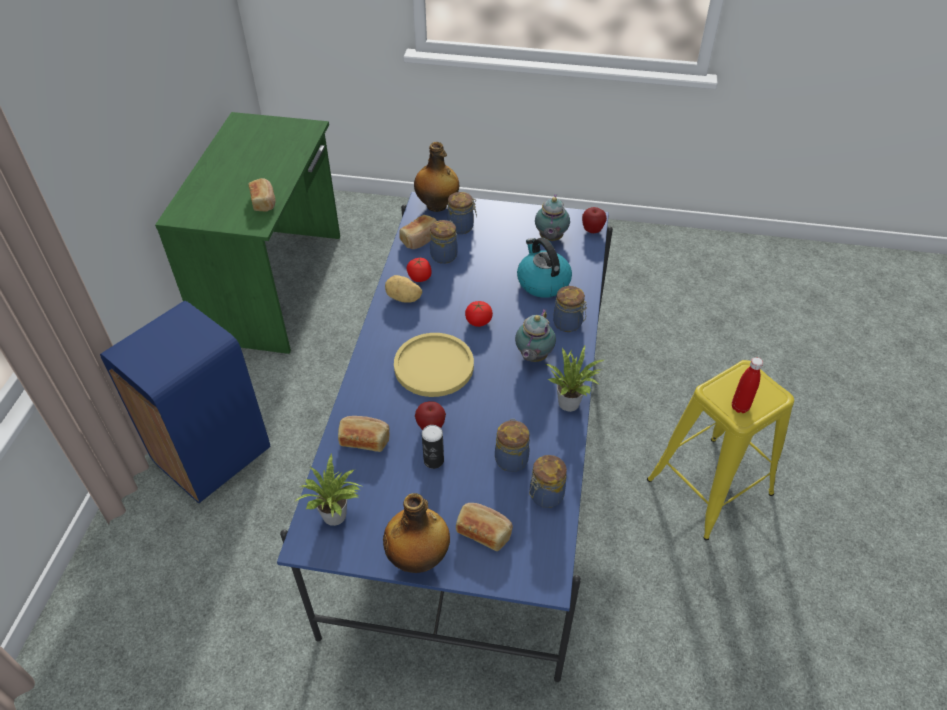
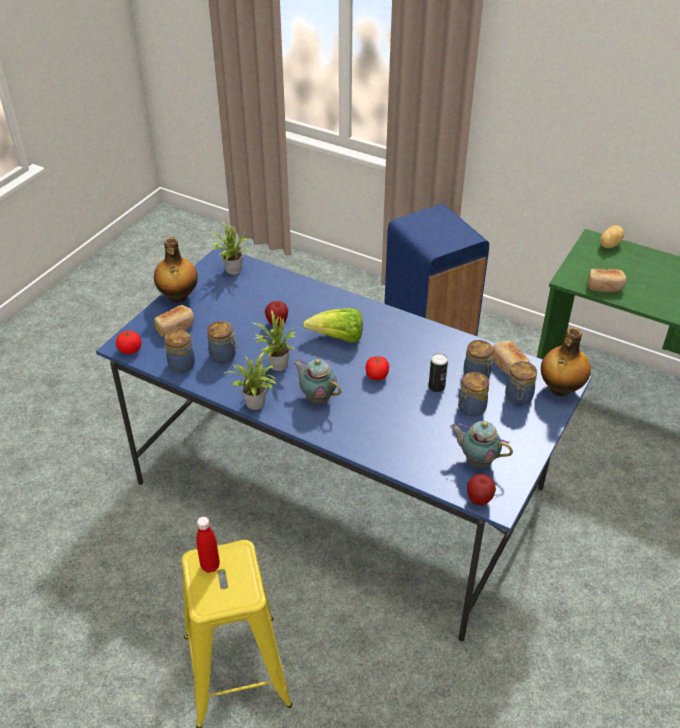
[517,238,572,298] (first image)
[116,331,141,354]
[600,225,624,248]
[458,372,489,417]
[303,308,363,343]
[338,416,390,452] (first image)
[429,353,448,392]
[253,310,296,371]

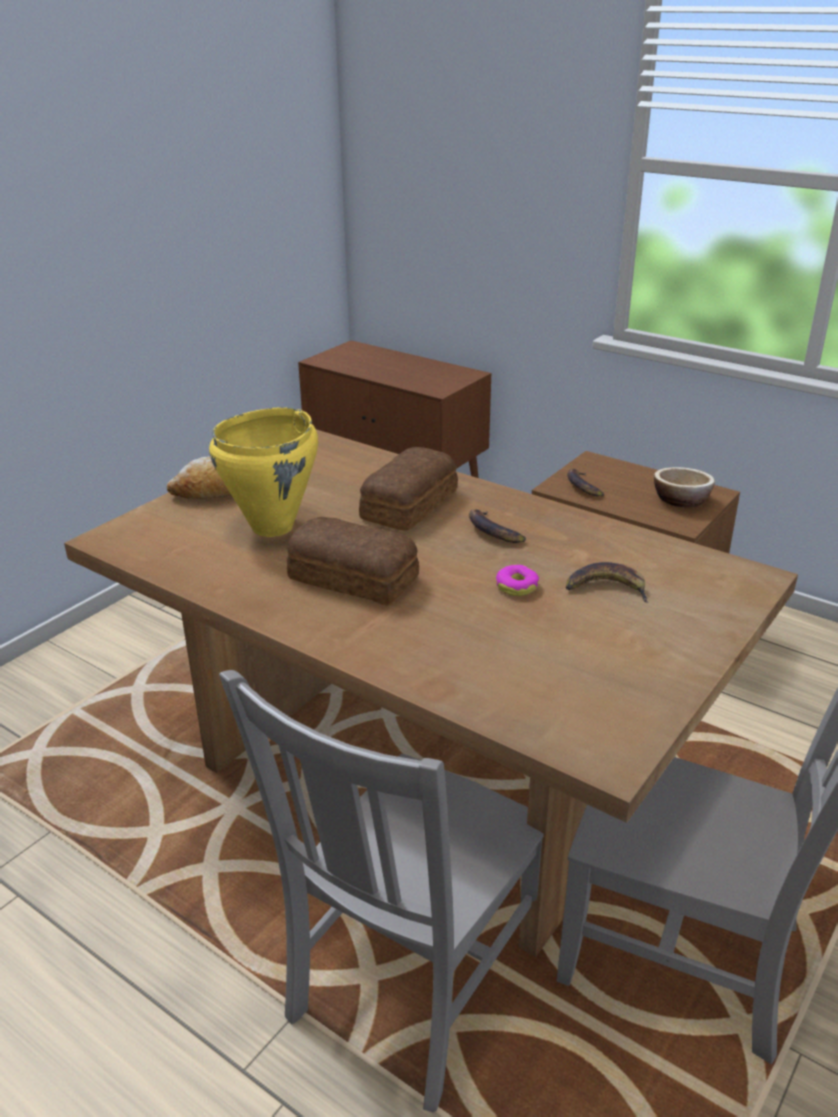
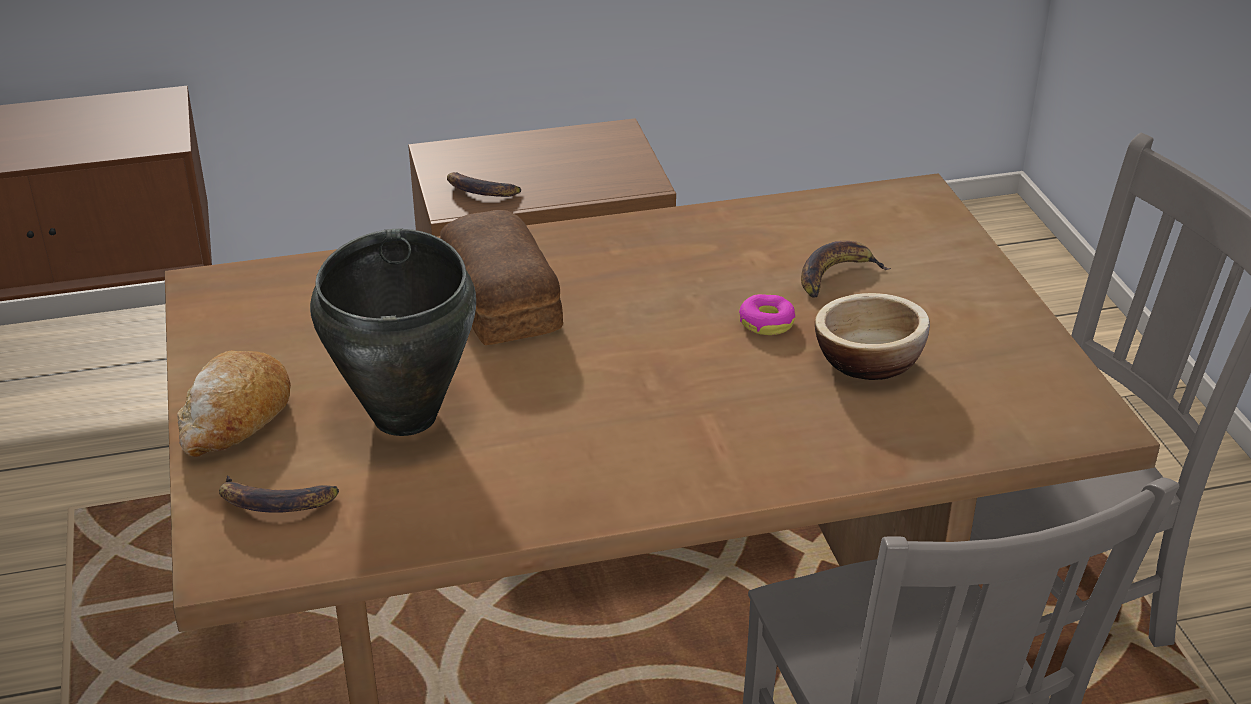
[310,229,476,436]
[815,293,930,380]
[219,476,339,513]
[287,517,419,605] (first image)

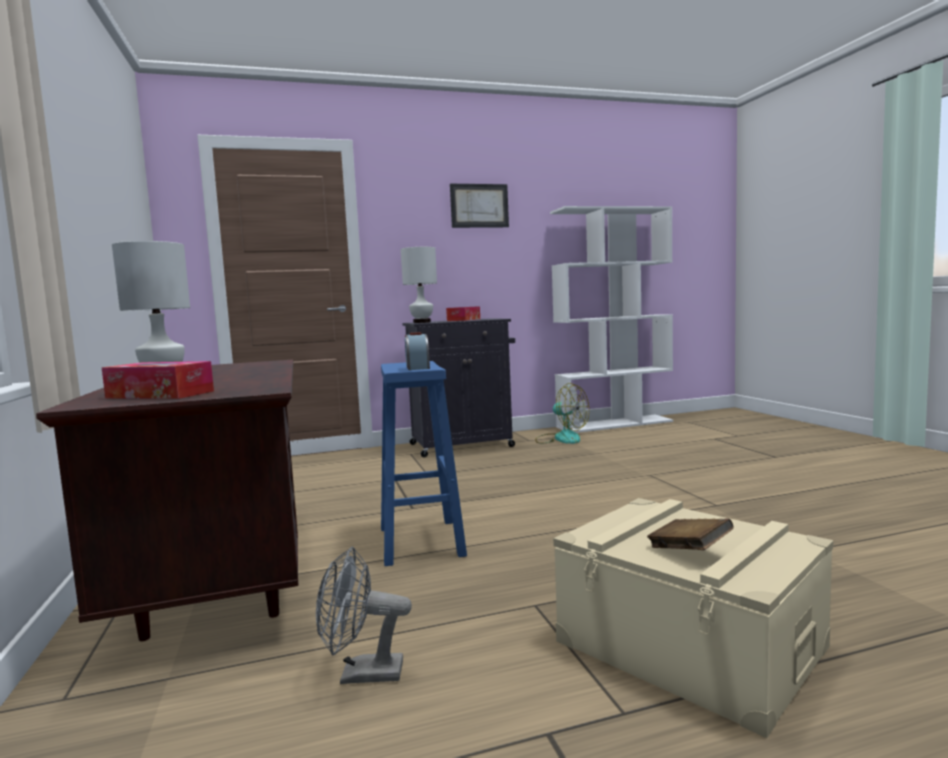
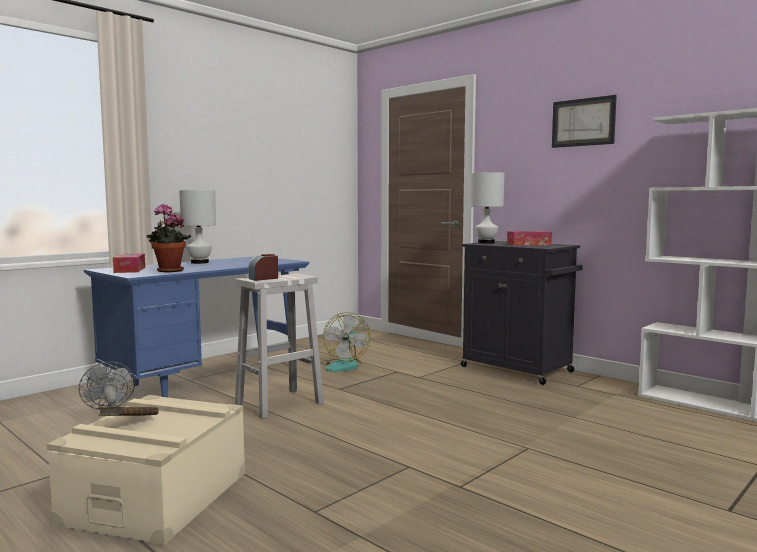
[84,256,309,398]
[235,273,324,419]
[320,312,370,372]
[147,204,191,272]

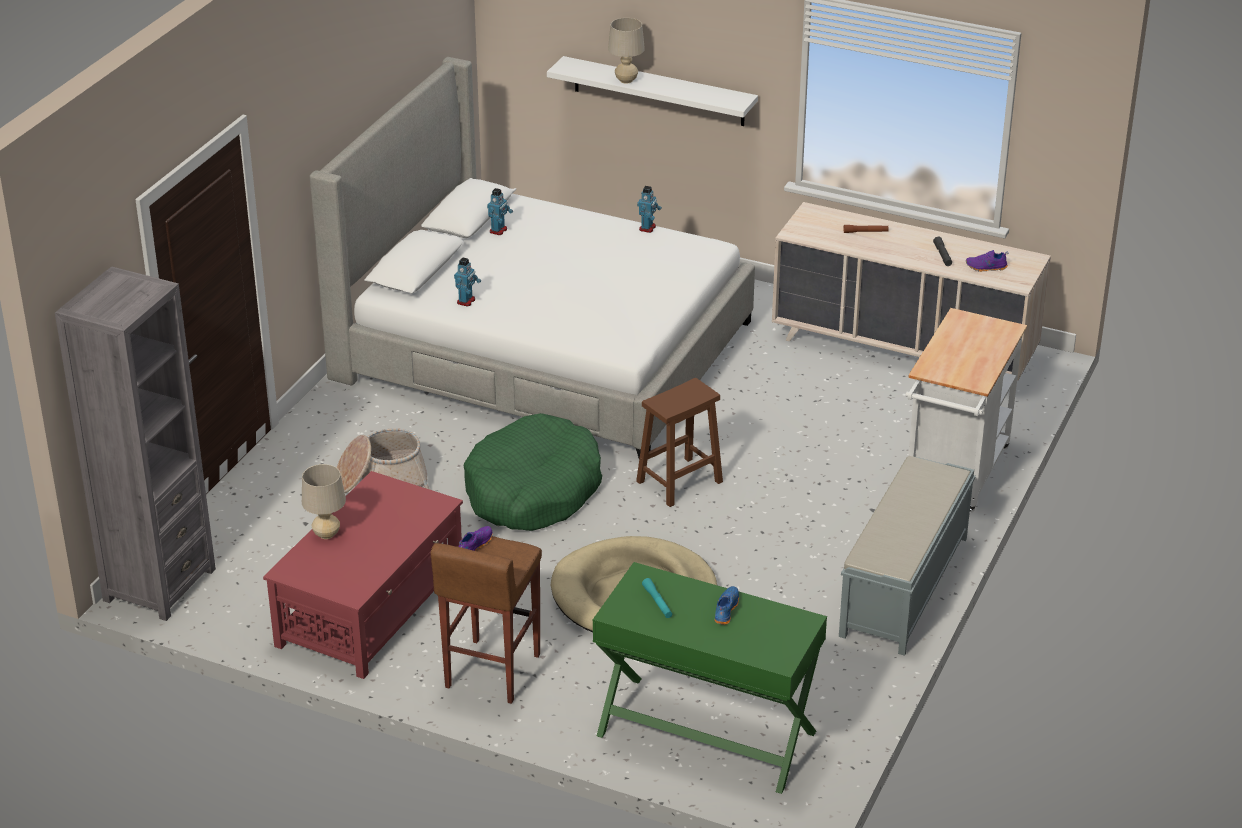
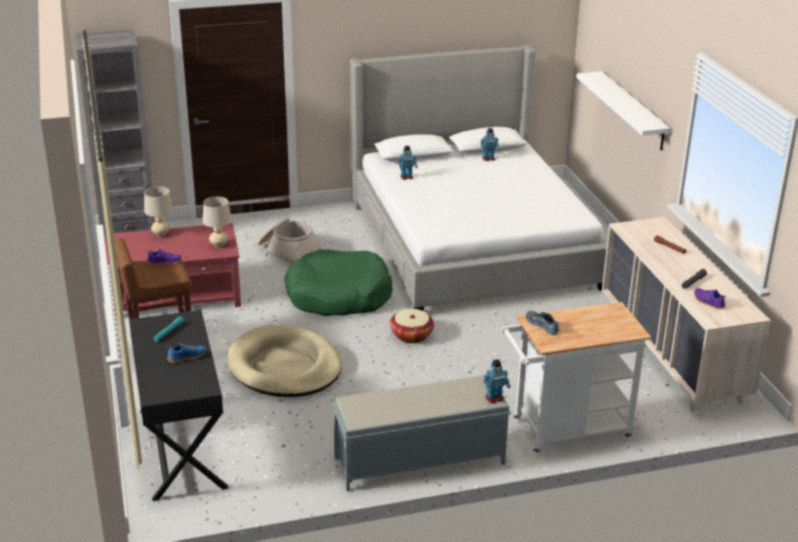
[203,196,232,247]
[483,359,511,403]
[390,309,434,343]
[129,310,229,501]
[526,311,559,335]

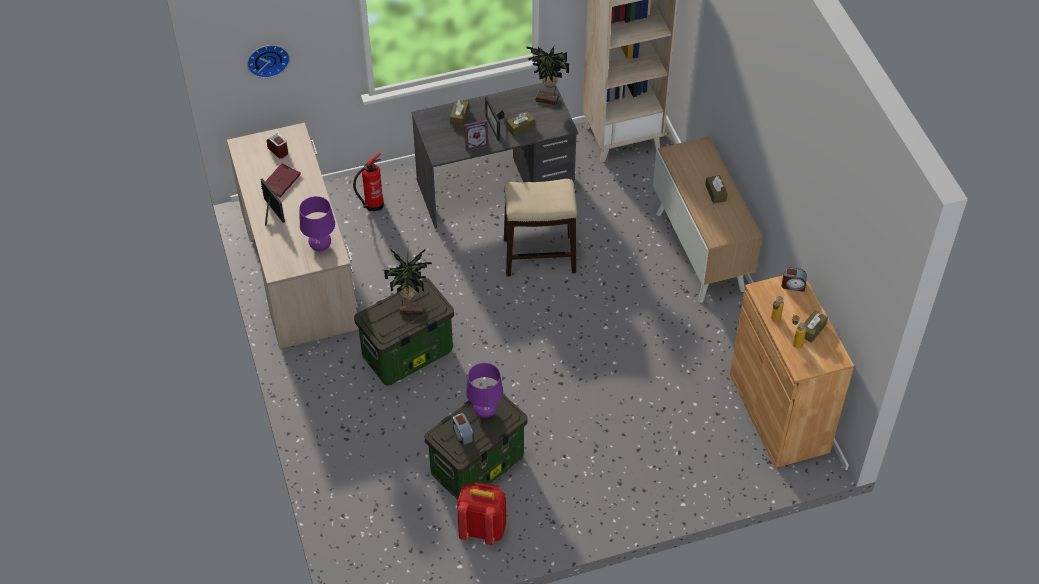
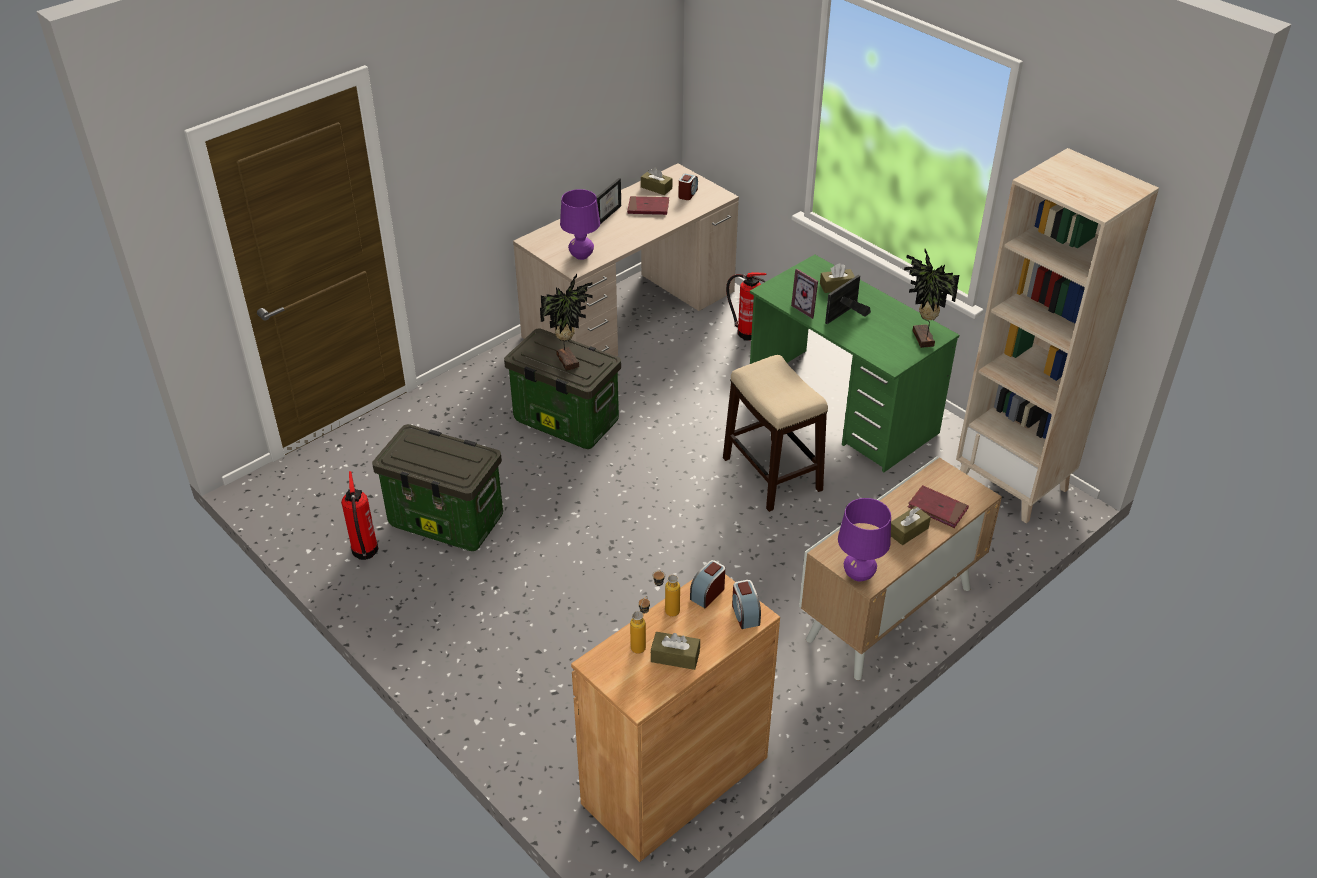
[247,45,290,78] (first image)
[750,255,959,472]
[641,167,672,195]
[838,498,891,582]
[690,560,725,608]
[341,471,378,560]
[908,485,969,528]

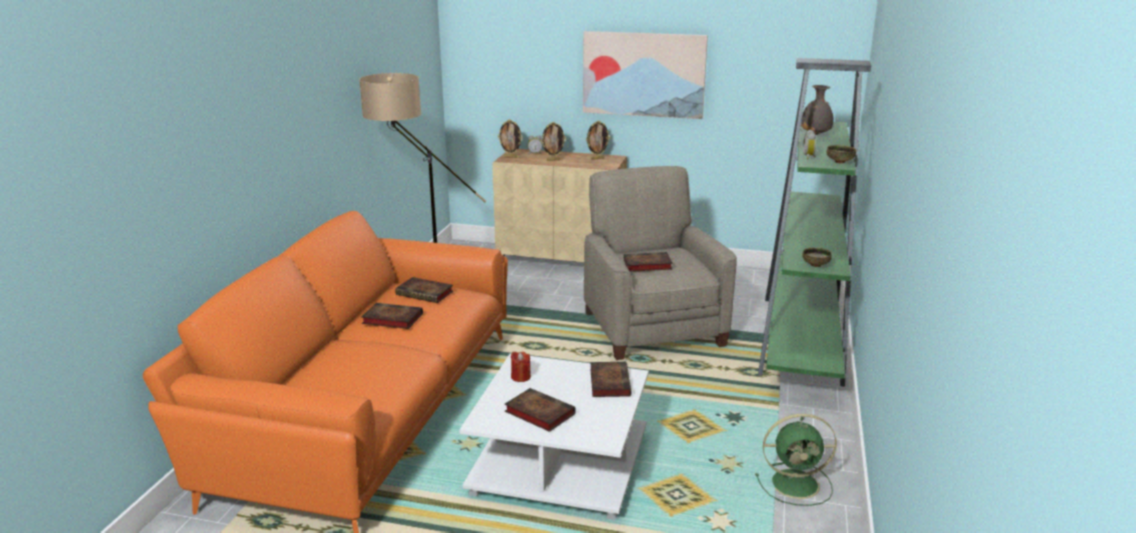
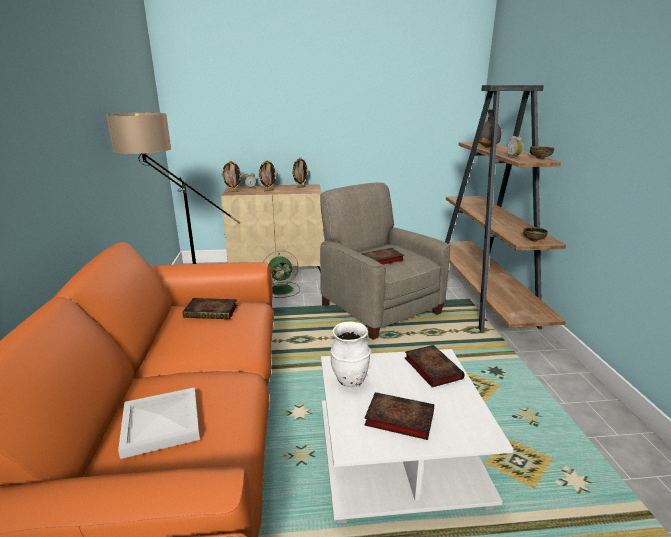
[583,31,708,119] (first image)
[445,85,566,332]
[361,303,423,329] (first image)
[331,321,371,387]
[263,250,300,298]
[118,387,200,459]

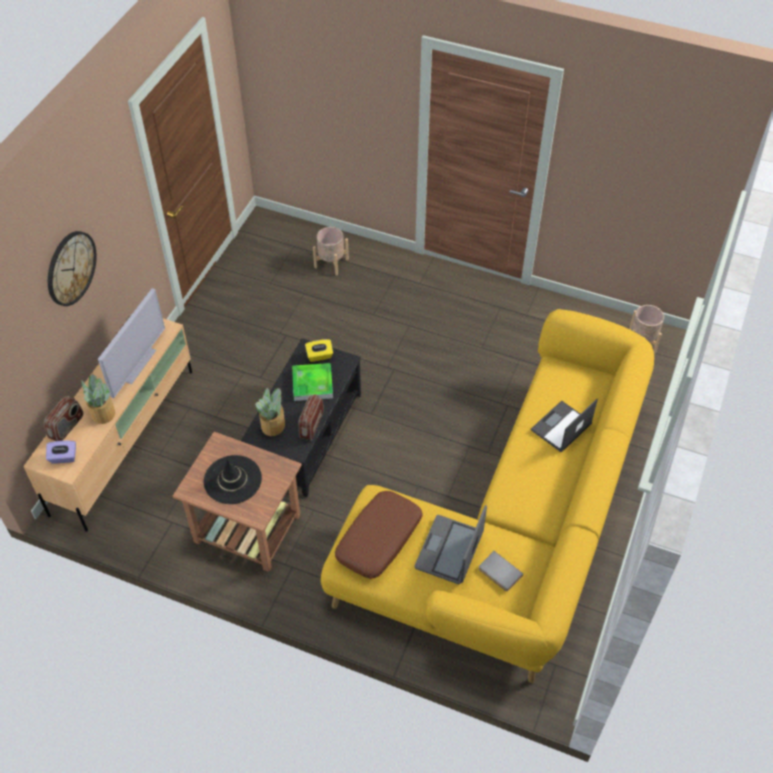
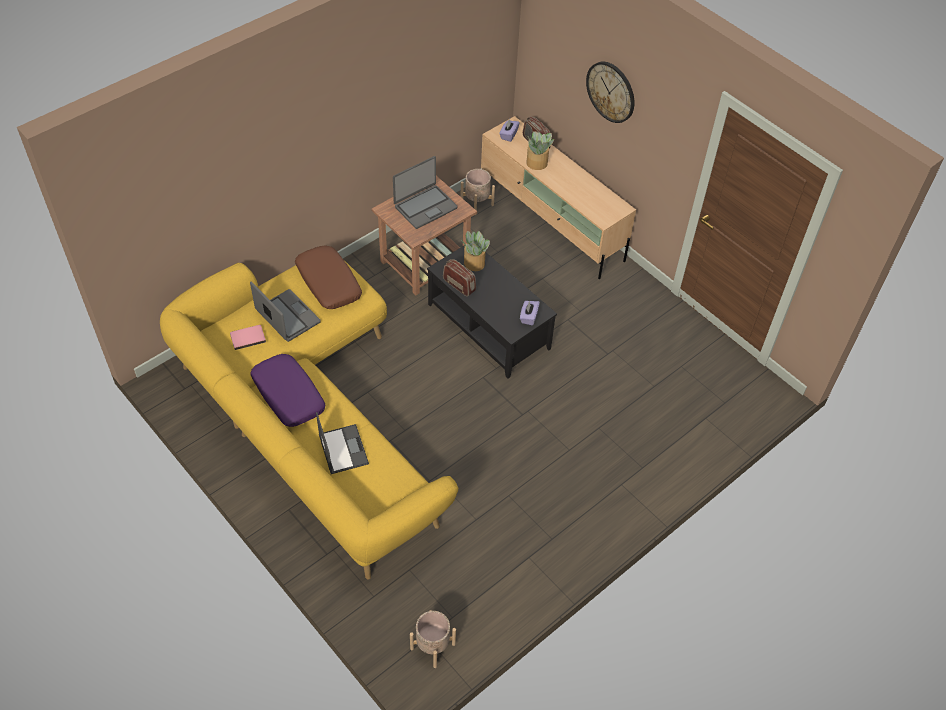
[460,169,495,211]
[98,288,165,398] (first image)
[520,301,540,325]
[292,363,333,401] (first image)
[393,156,458,229]
[230,325,266,350]
[251,354,325,427]

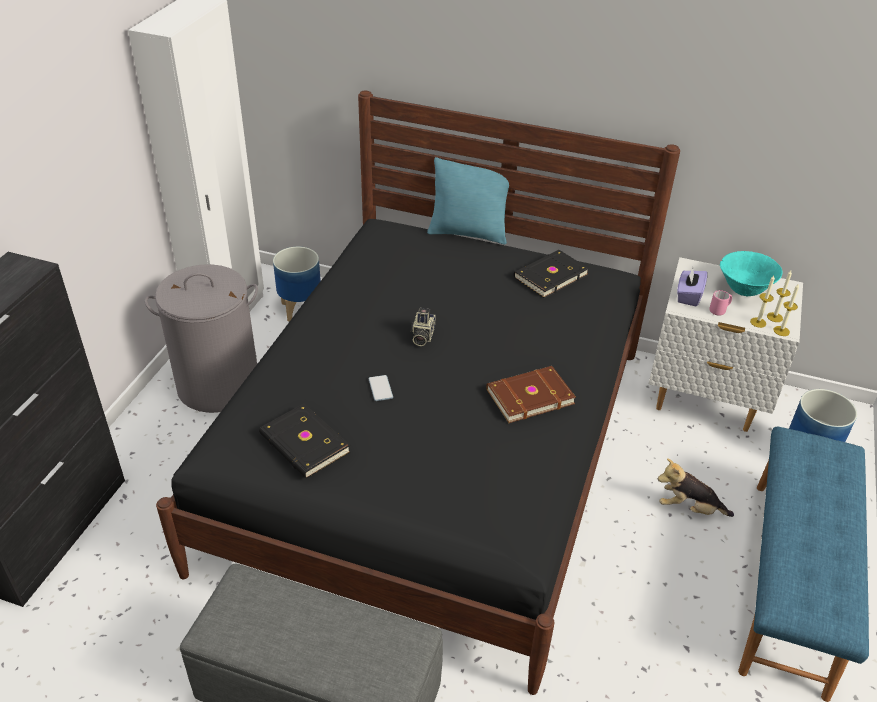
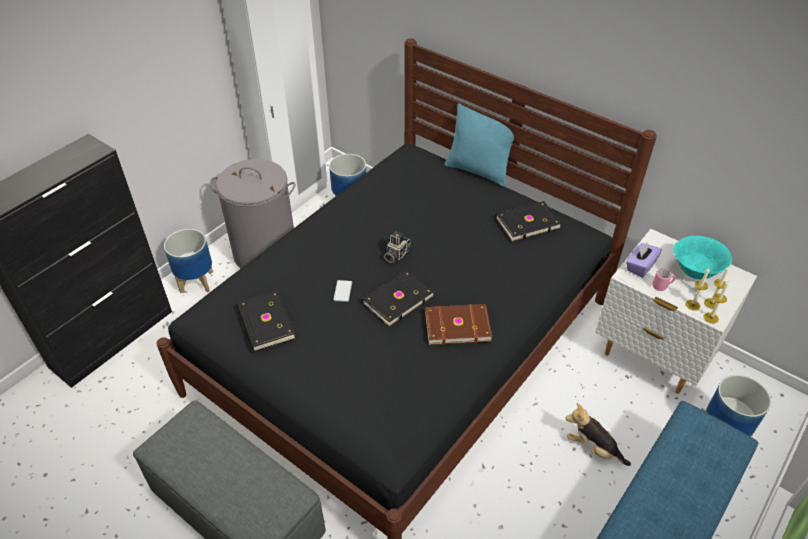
[164,229,213,294]
[362,270,435,327]

